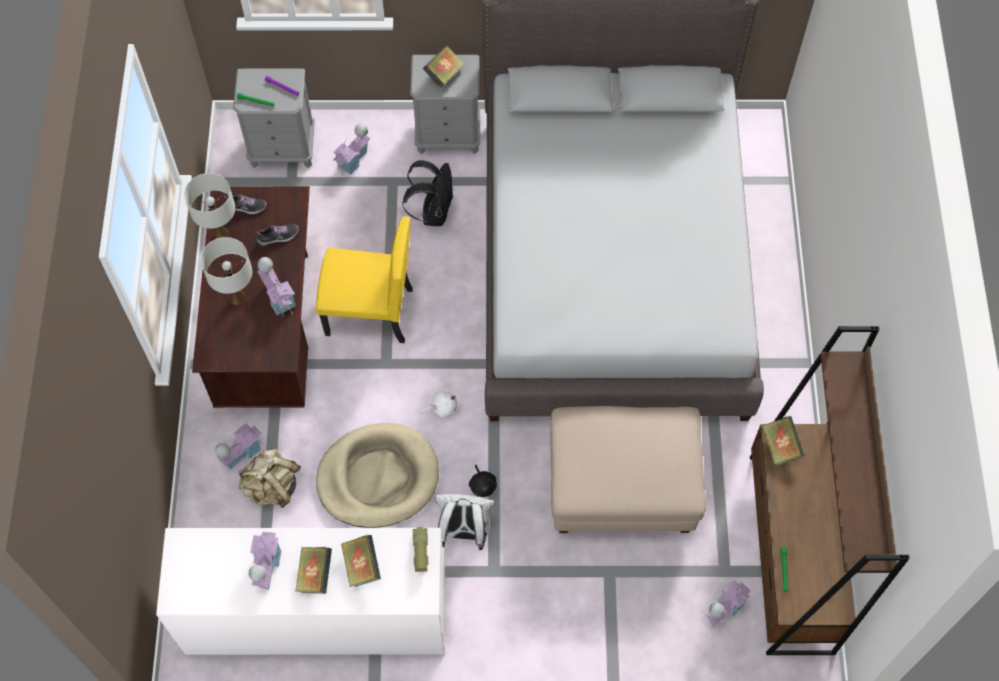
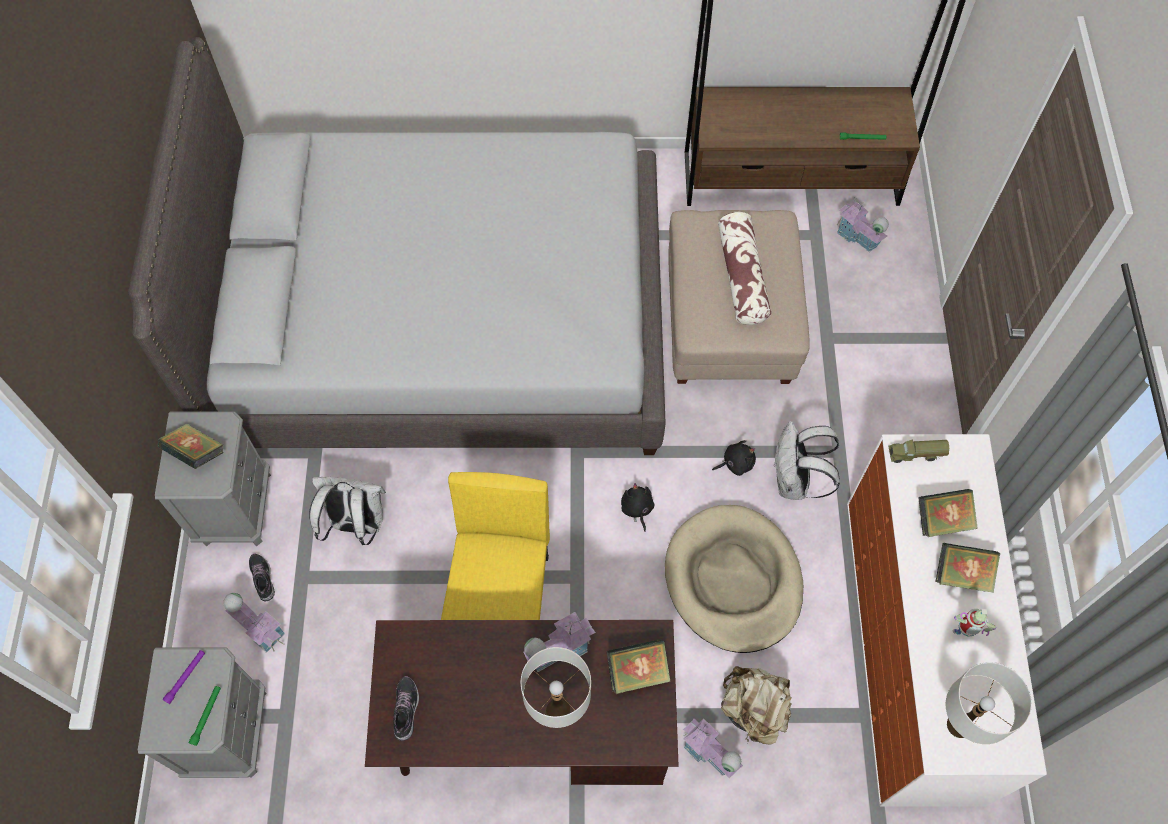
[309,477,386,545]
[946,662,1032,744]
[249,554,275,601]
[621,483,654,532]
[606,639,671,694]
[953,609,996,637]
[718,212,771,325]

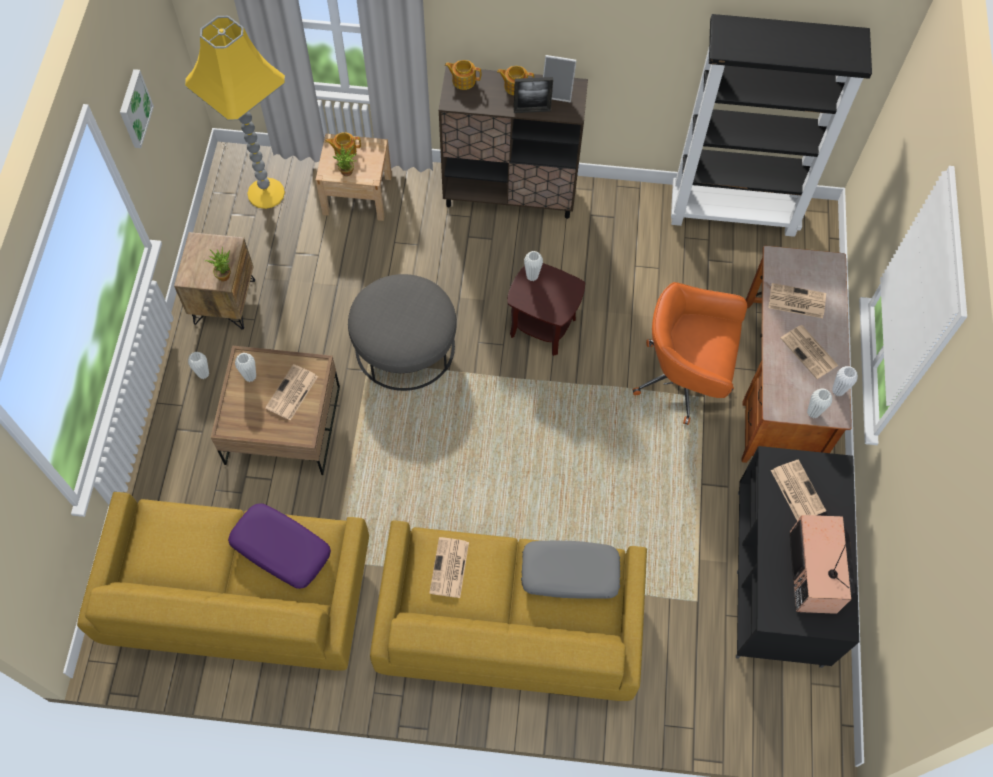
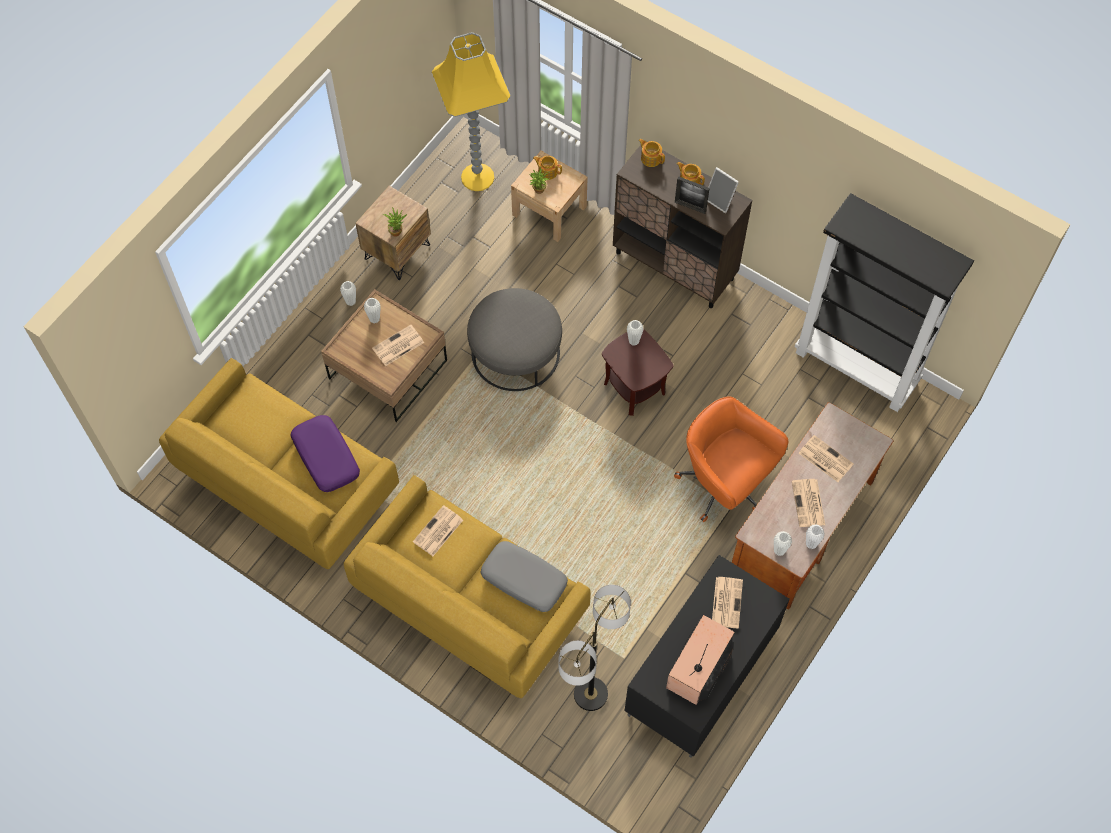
[120,69,154,148] (first image)
[559,585,631,711]

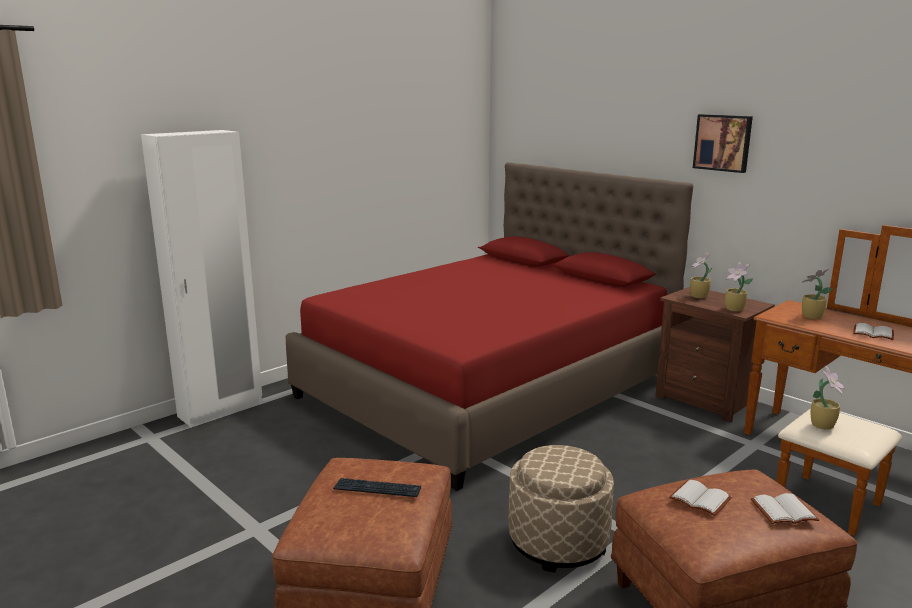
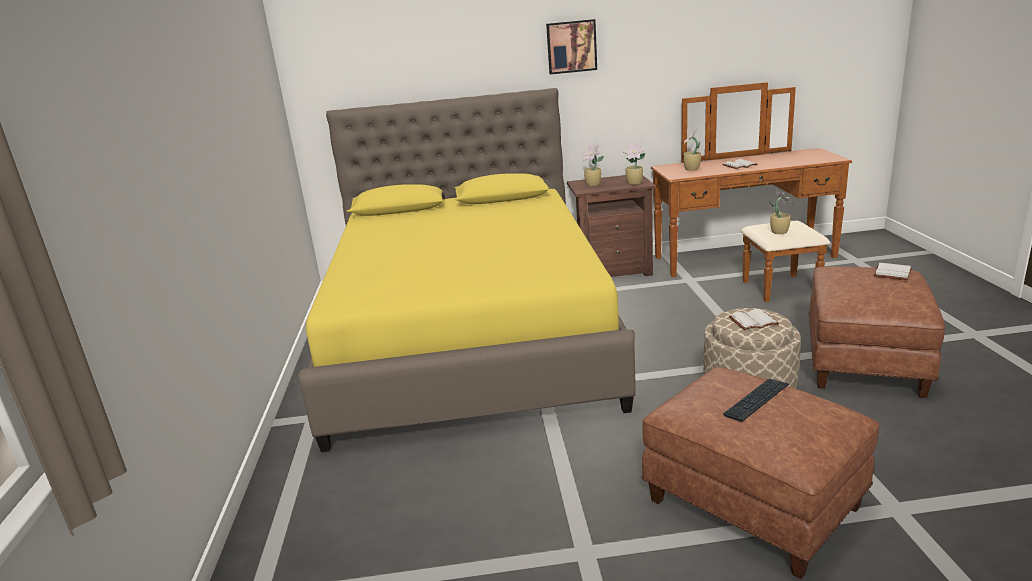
[141,130,262,427] (first image)
[298,88,636,452]
[729,309,779,330]

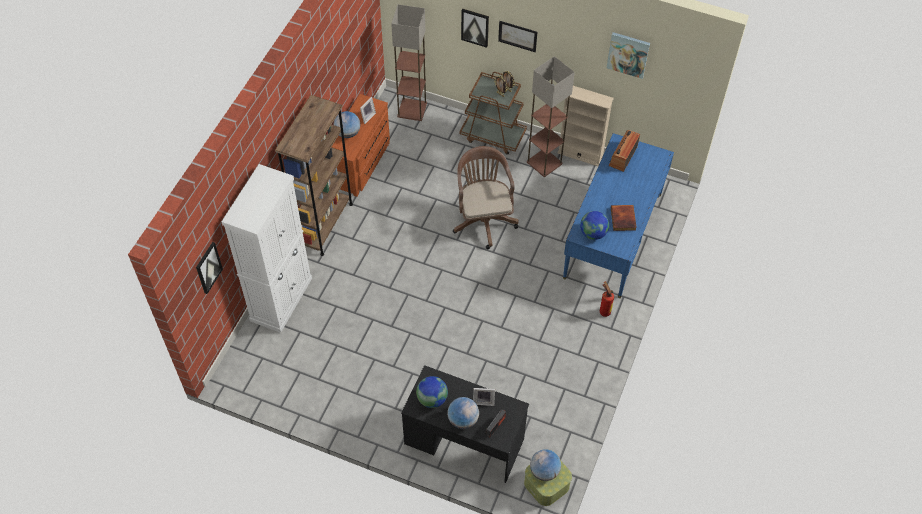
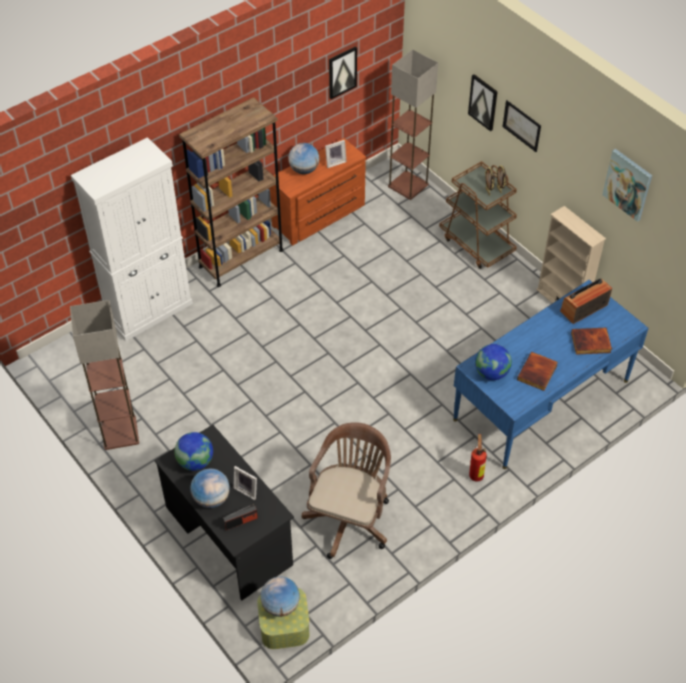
[70,300,139,450]
[302,422,391,559]
[329,46,357,99]
[571,328,612,355]

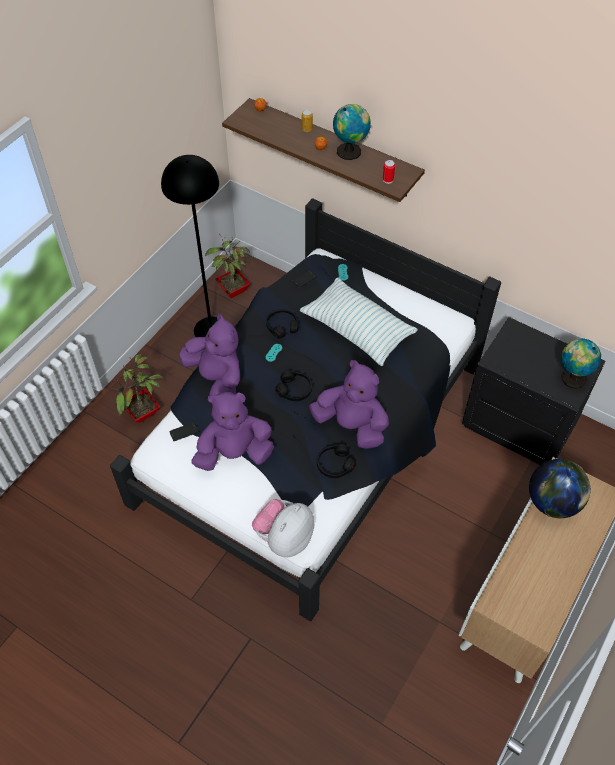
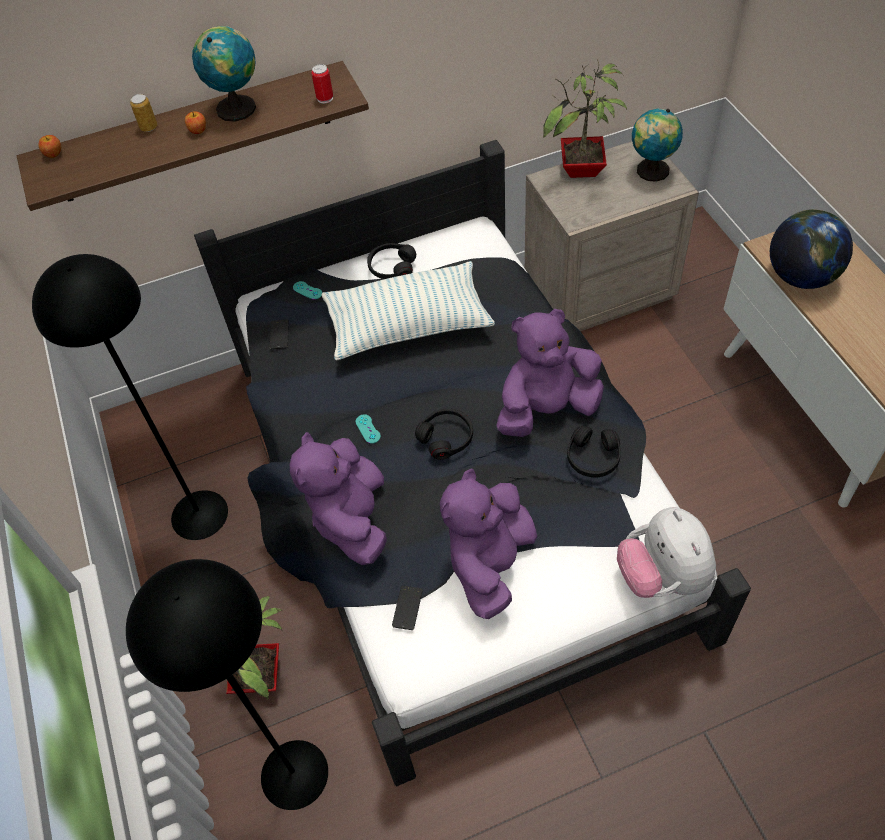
[543,59,627,178]
[367,243,416,279]
[290,432,387,565]
[525,141,699,331]
[126,559,328,810]

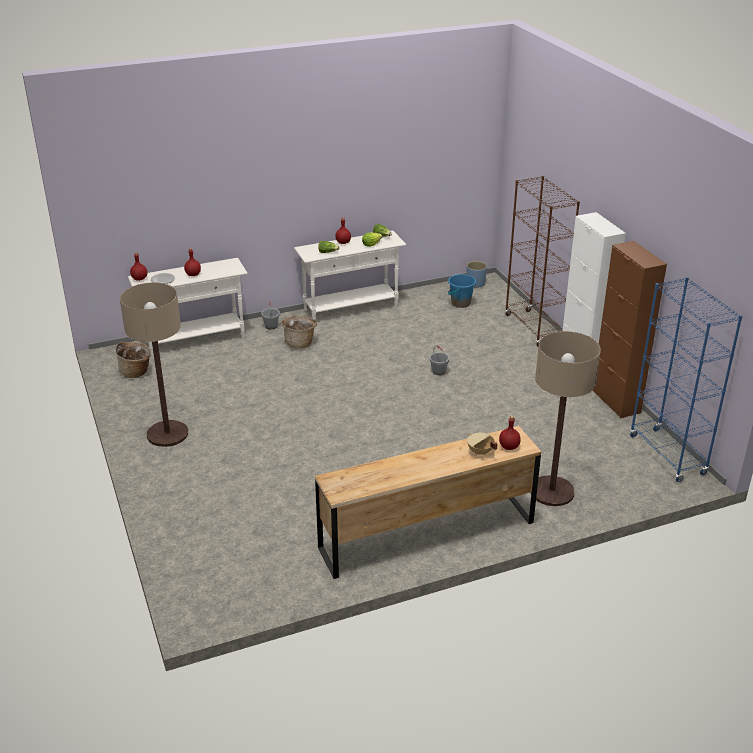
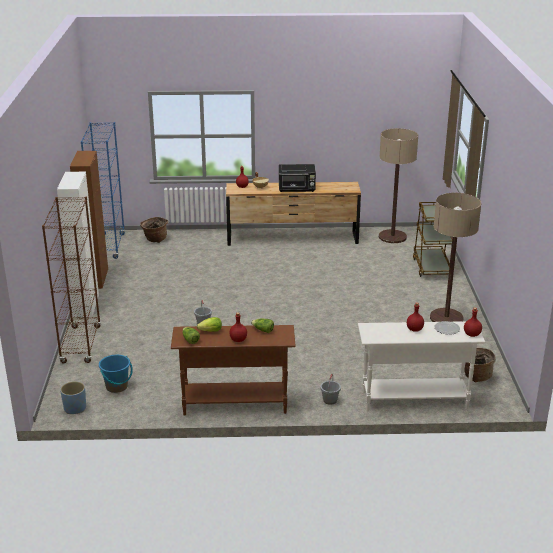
[171,325,296,416]
[140,217,168,243]
[379,128,418,243]
[279,164,316,192]
[413,202,452,277]

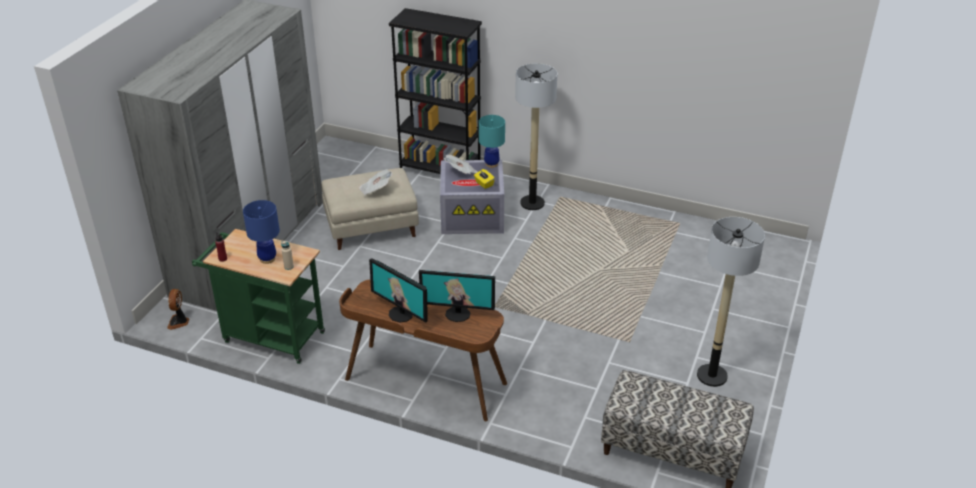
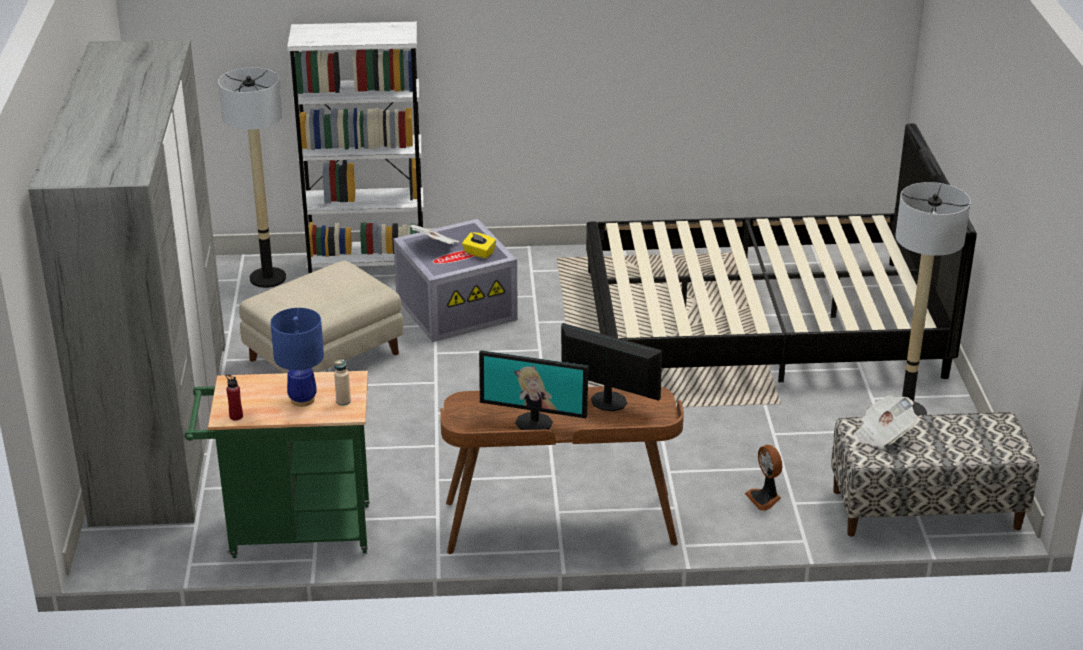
[287,22,424,274]
[218,68,286,288]
[479,115,505,168] (first image)
[853,395,917,449]
[561,323,662,411]
[745,445,782,511]
[586,123,977,382]

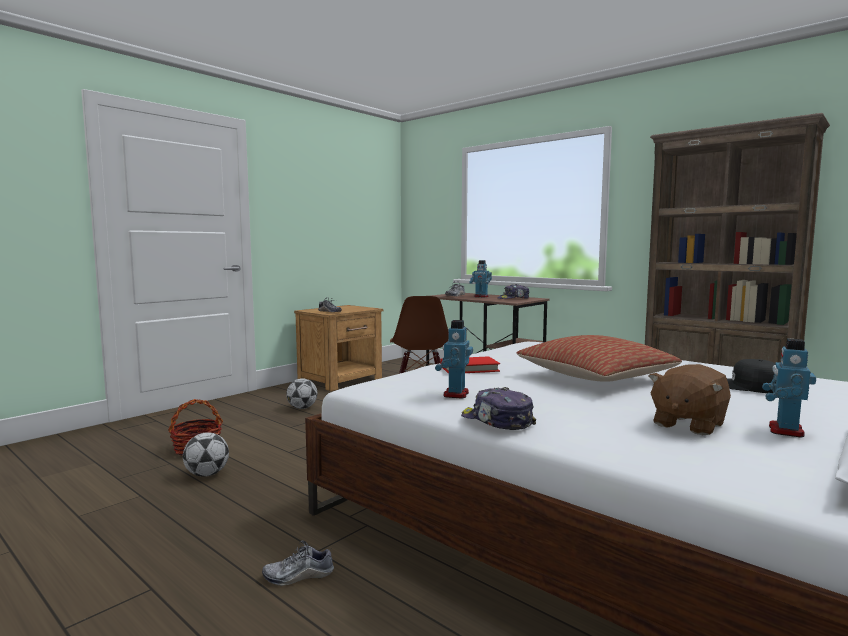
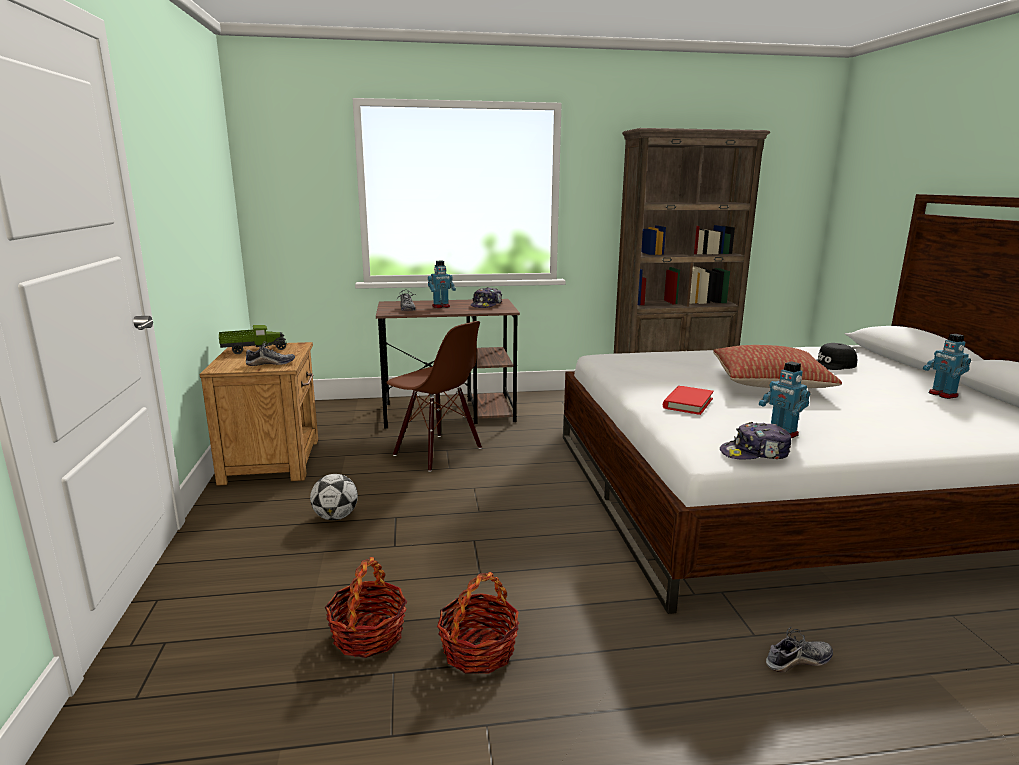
[648,364,731,435] (first image)
[720,422,791,459]
[437,572,519,674]
[766,627,833,672]
[219,325,287,354]

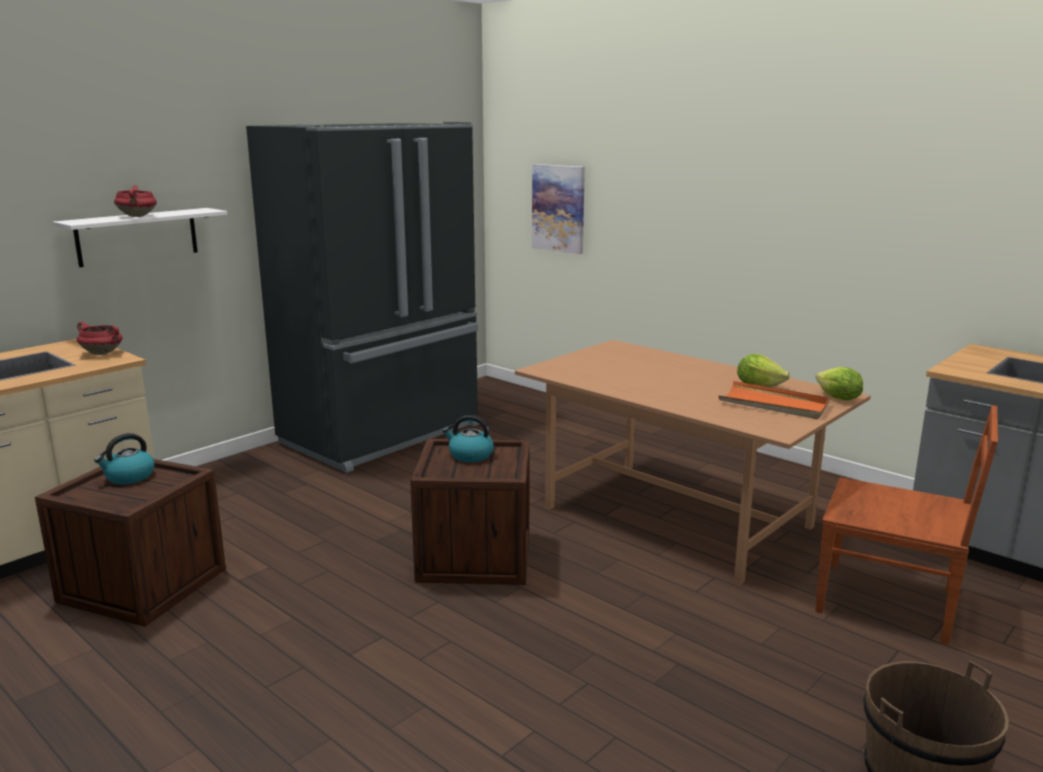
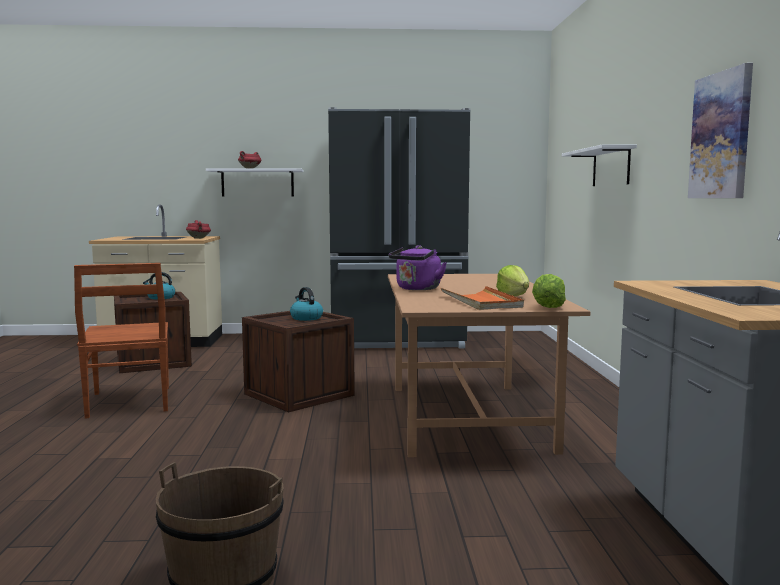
[688,63,753,198]
[74,263,169,419]
[562,144,637,186]
[389,245,447,290]

